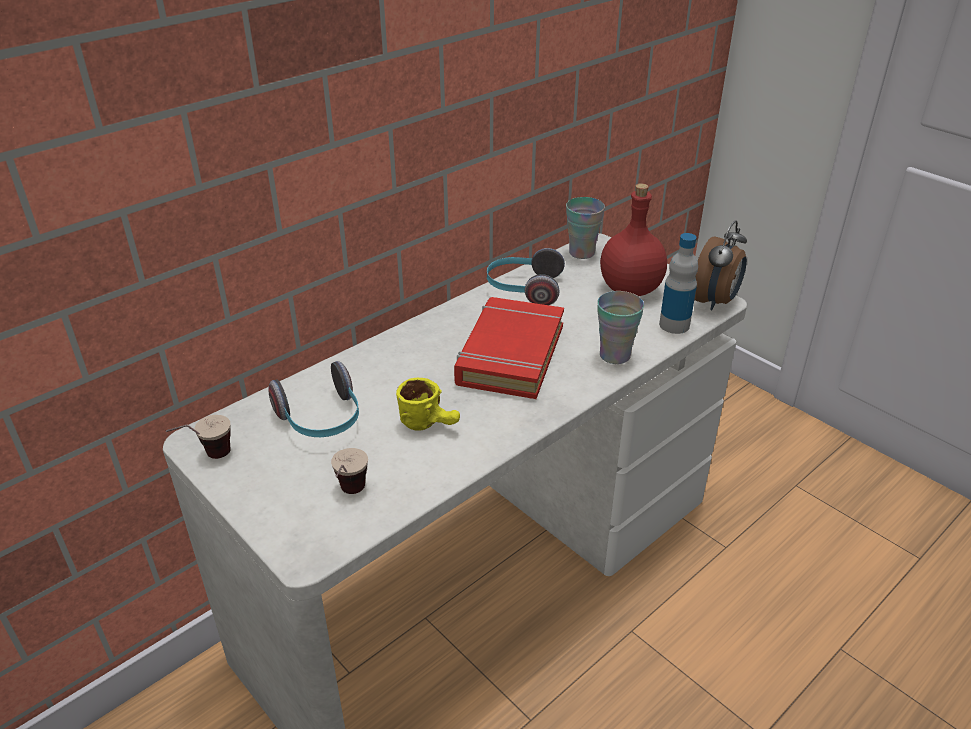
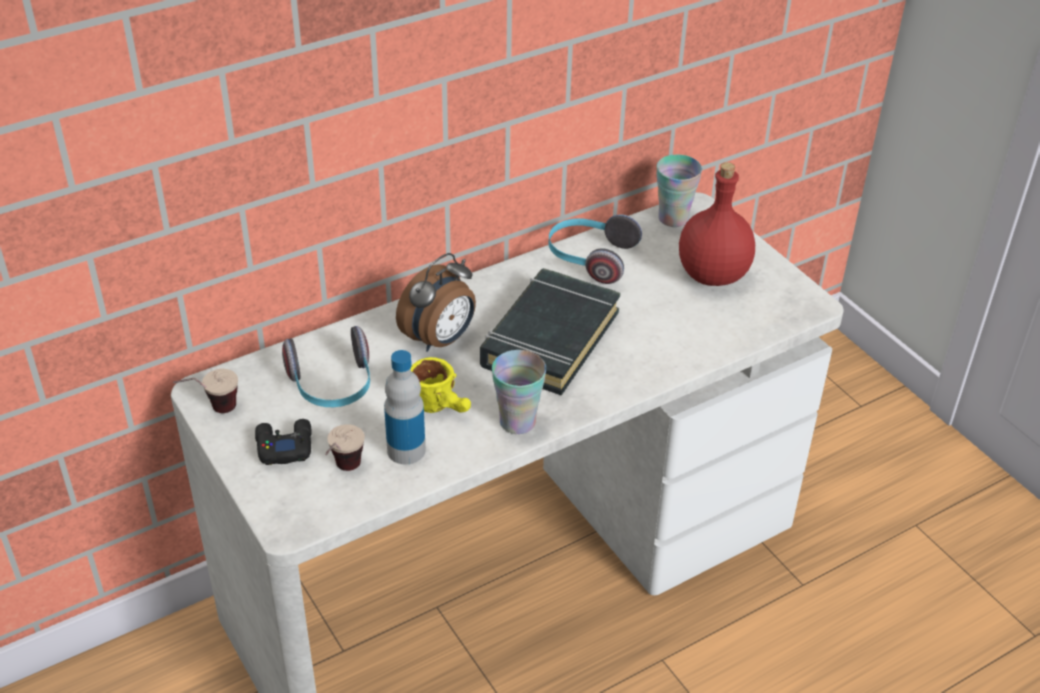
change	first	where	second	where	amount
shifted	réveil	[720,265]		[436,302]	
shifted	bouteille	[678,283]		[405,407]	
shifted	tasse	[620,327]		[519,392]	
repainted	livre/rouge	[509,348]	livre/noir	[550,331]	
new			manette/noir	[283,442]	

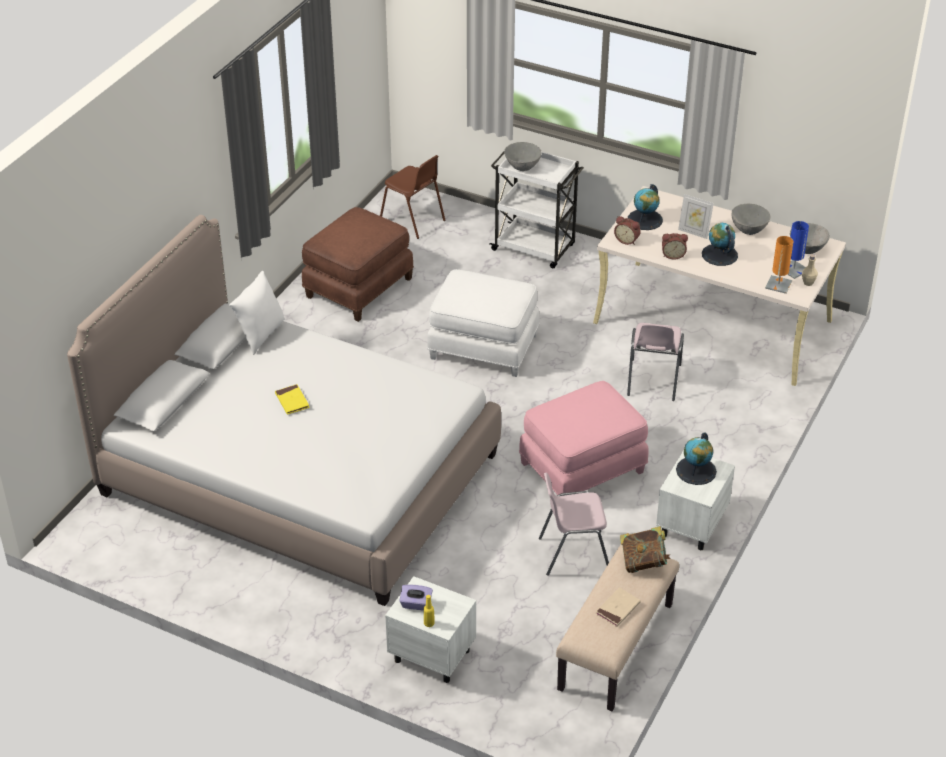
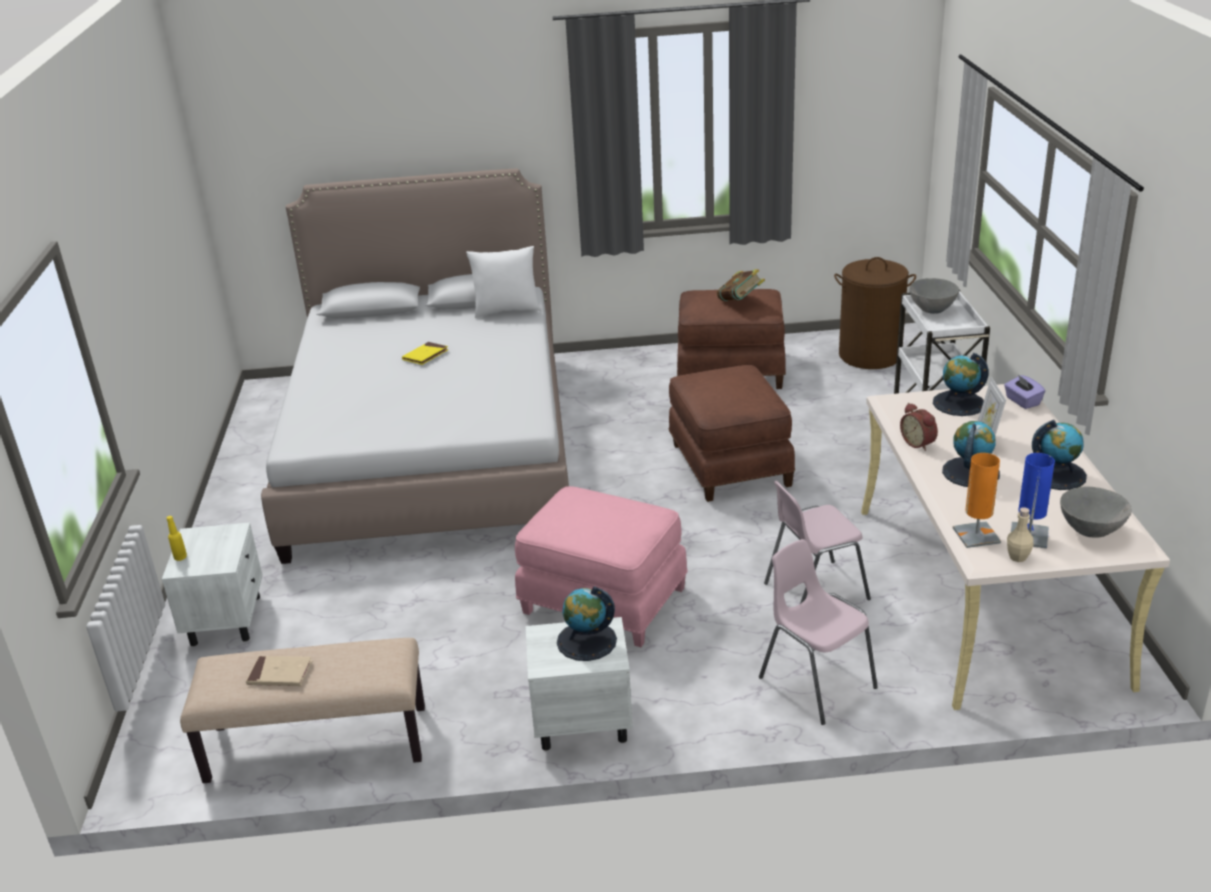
change	first	where	second	where	amount
swapped	chaise/marron	[412,197]	panier à linge/marron	[875,313]	
swapped	bol/gris	[750,219]	globe	[1059,455]	
gone	réveil	[627,230]			
repainted	pouf/blanc	[483,323]	pouf/marron	[732,433]	
shifted	chaise/rose	[574,524]		[818,632]	
shifted	livre	[645,549]		[741,285]	
shifted	boîte à mouchoirs/violet	[416,597]		[1024,392]	

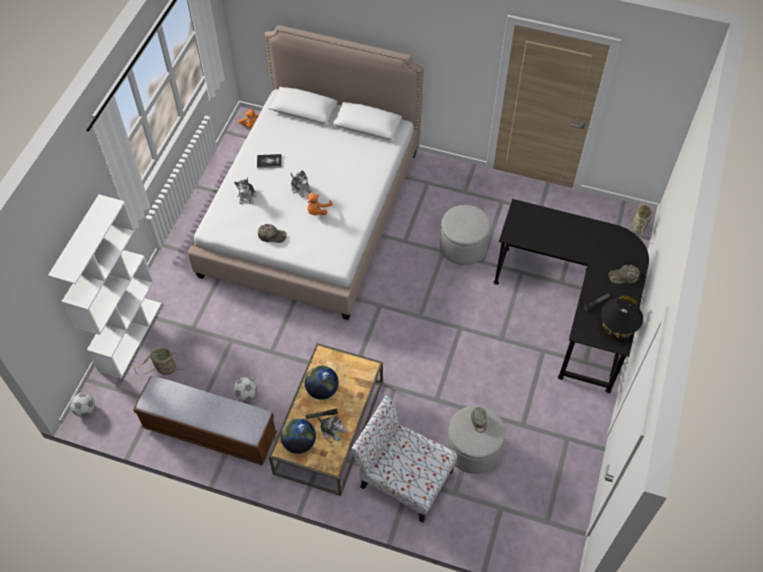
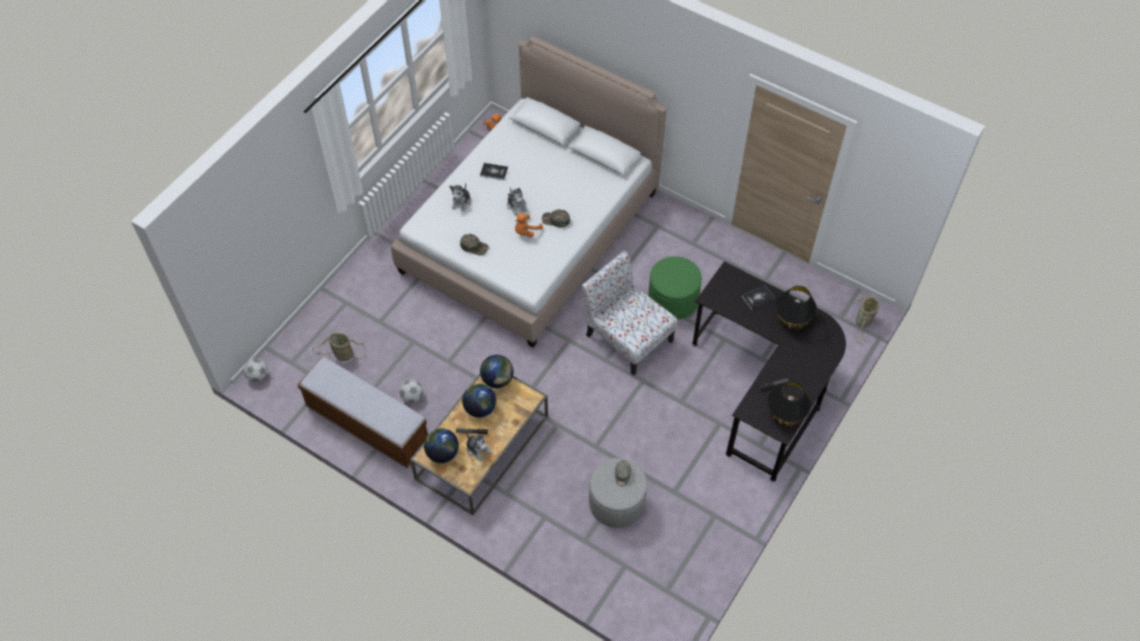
change	first	where	second	where	amount
gone	bibliothèque/blanc	[104,286]			
repainted	pouf/gris	[465,235]	pouf/vert	[675,288]	
shifted	casquette/vert	[624,274]		[556,218]	
shifted	chaise	[404,459]		[629,313]	
new			livre	[758,297]	
new			lampe de table/noir	[796,308]	
new			globe	[496,371]	

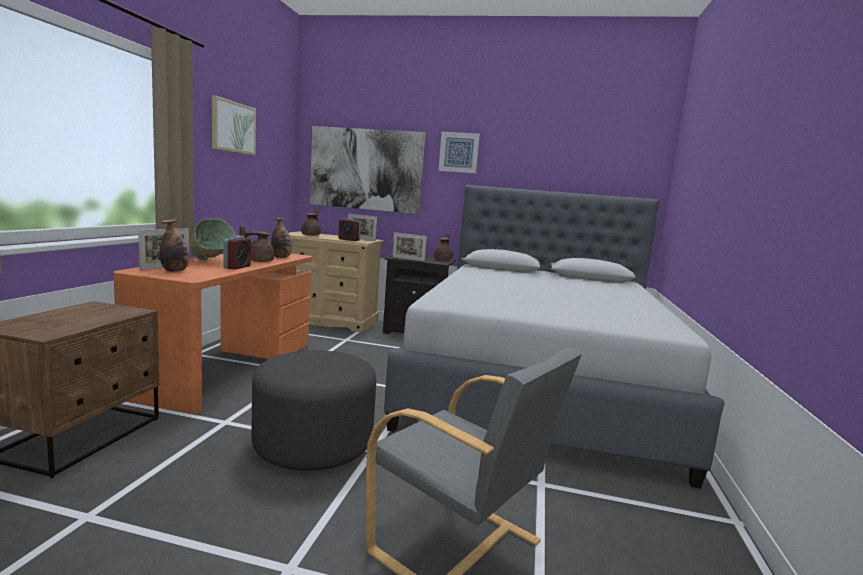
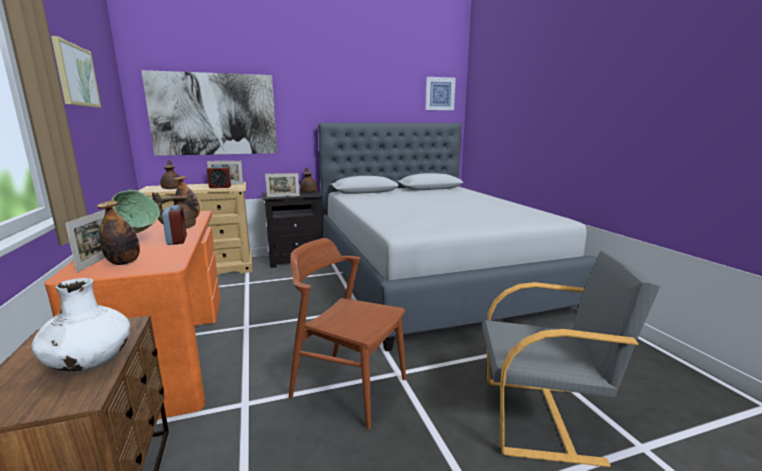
change	first	where	second	where	amount
shifted	tableau	[459,152]		[440,93]	
swapped	pouf/gris	[313,410]	chaise/marron	[347,334]	
new			vase/blanc	[80,325]	

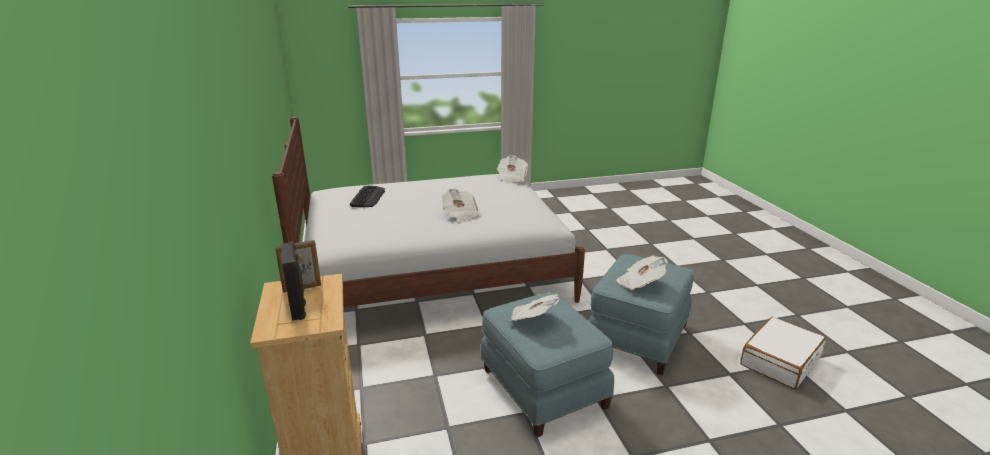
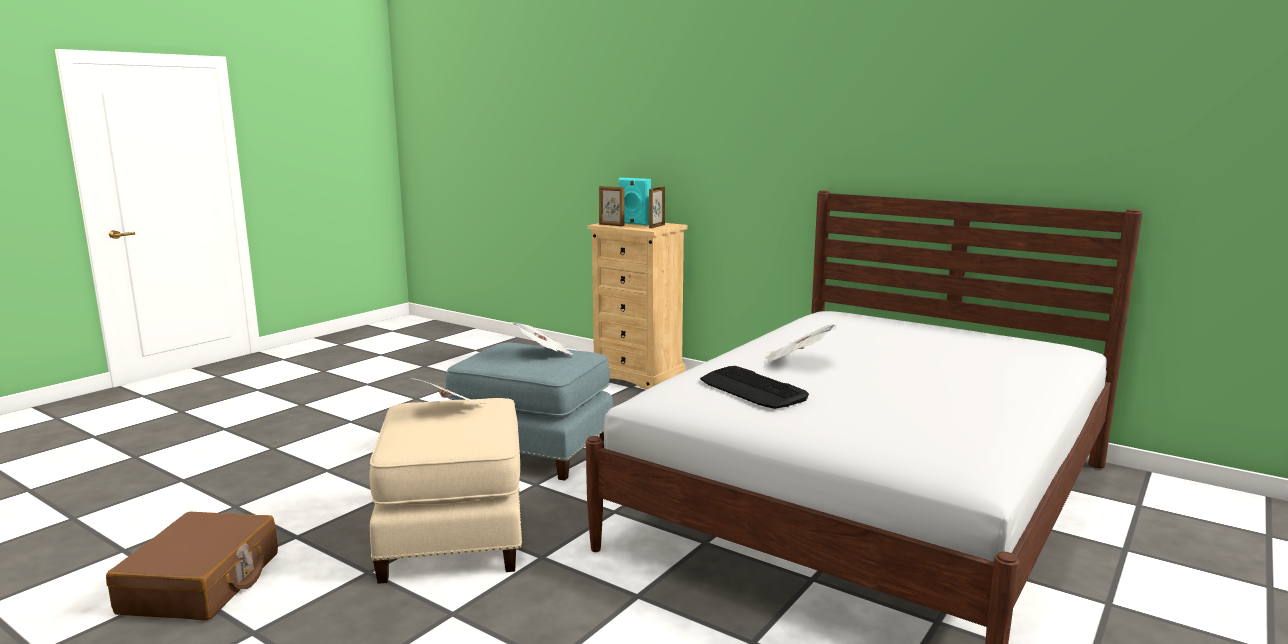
change	first	where	second	where	amount
gone	journal	[512,169]			
shifted	clavier	[367,196]		[754,387]	
repainted	enceinte/noir	[293,281]	enceinte/turquoise	[635,202]	
repainted	pouf/bleu	[641,314]	pouf/beige	[446,491]	
repainted	valise/blanc	[783,353]	valise/marron	[192,566]	
new			cadre photo	[612,206]	

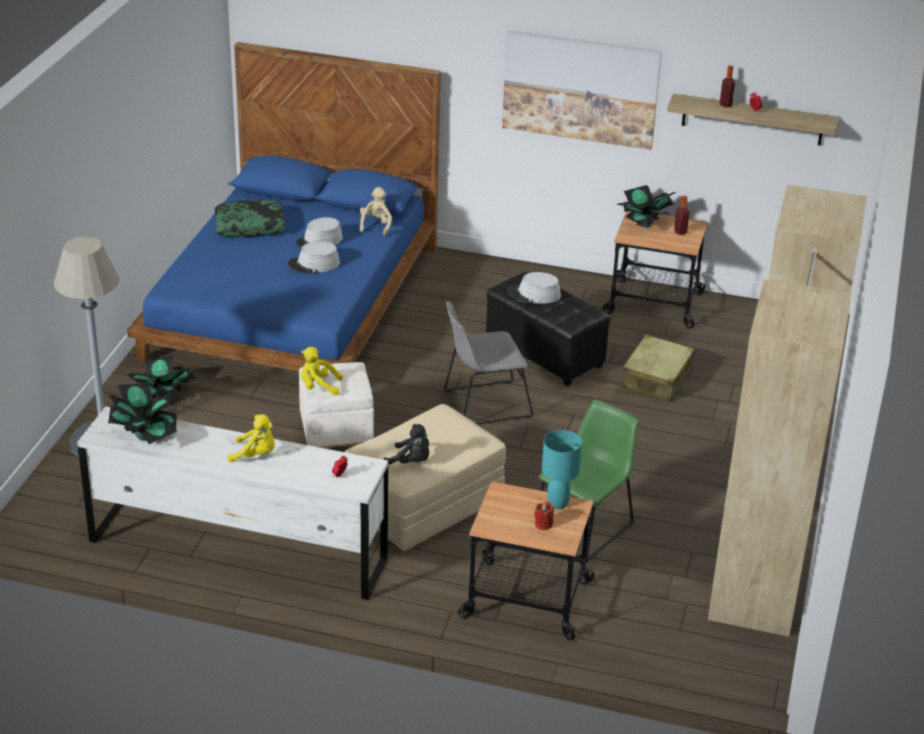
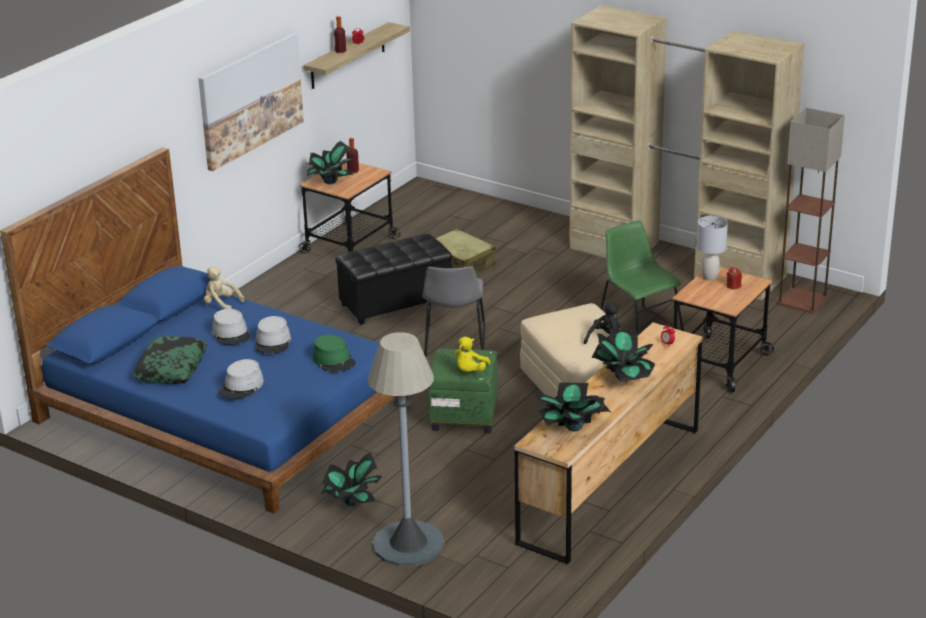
change	first	where	second	where	amount
shifted	chapeau/gris	[534,288]		[241,379]	
repainted	pouf/blanc	[336,405]	pouf/vert	[463,390]	
repainted	commode/blanc	[232,503]	commode/marron	[608,443]	
swapped	peluche/jaune	[251,438]	plante en pot	[623,355]	
repainted	lampe de table/turquoise	[562,469]	lampe de table/gris	[712,248]	
new			lampadaire	[811,211]	
new			chapeau/vert	[334,353]	

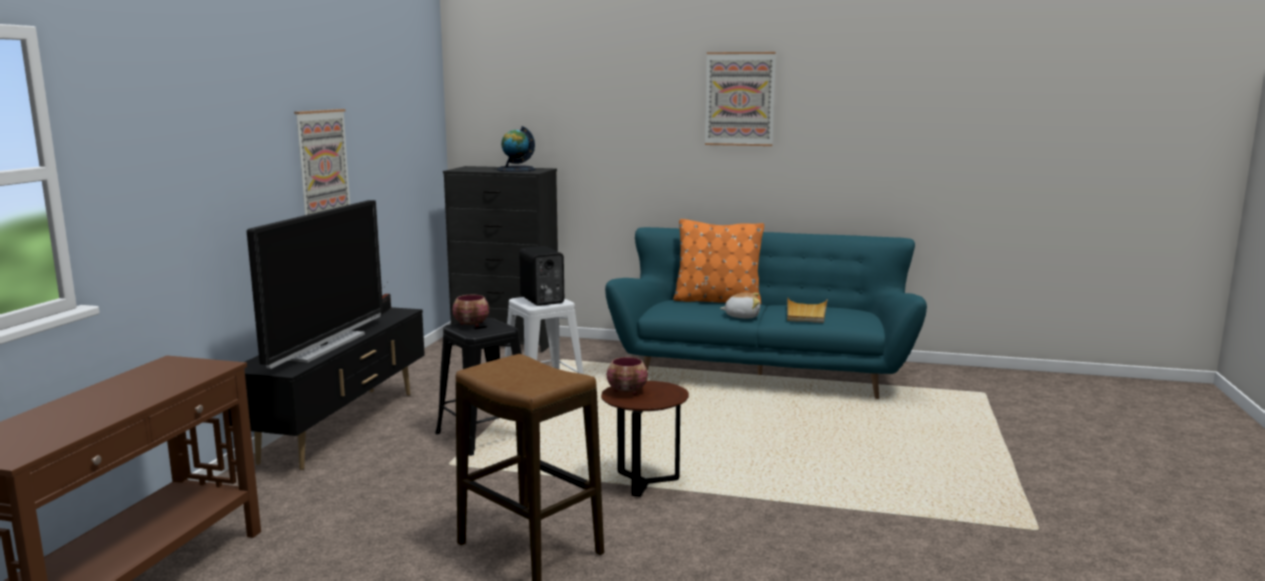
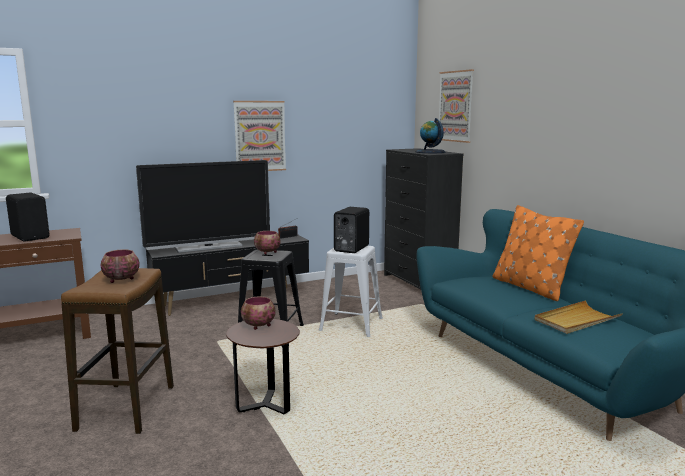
change	first	where	second	where	amount
shifted	tableau	[740,99]		[456,106]	
gone	peluche	[740,305]			
new			enceinte/noir	[28,217]	
new			bol	[120,266]	

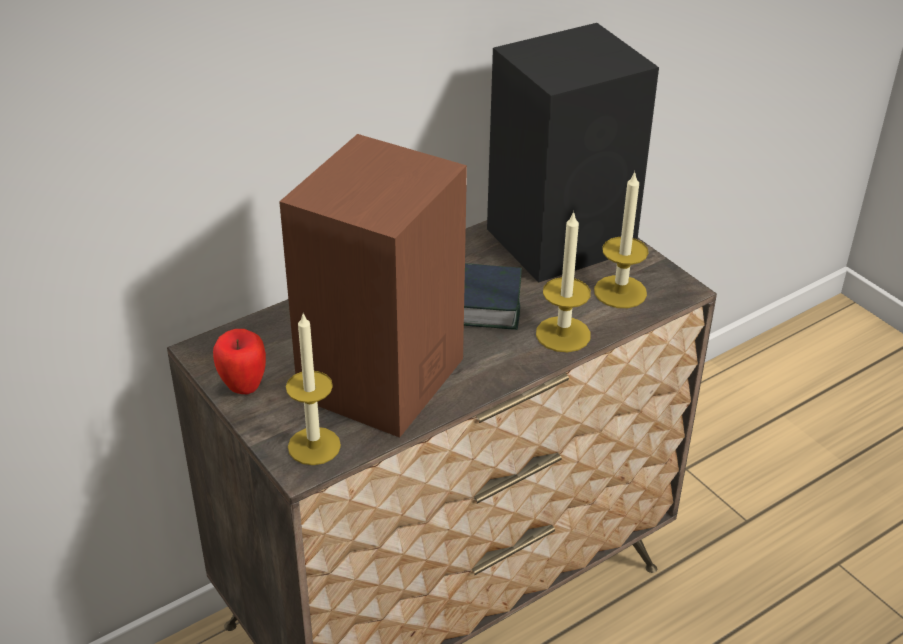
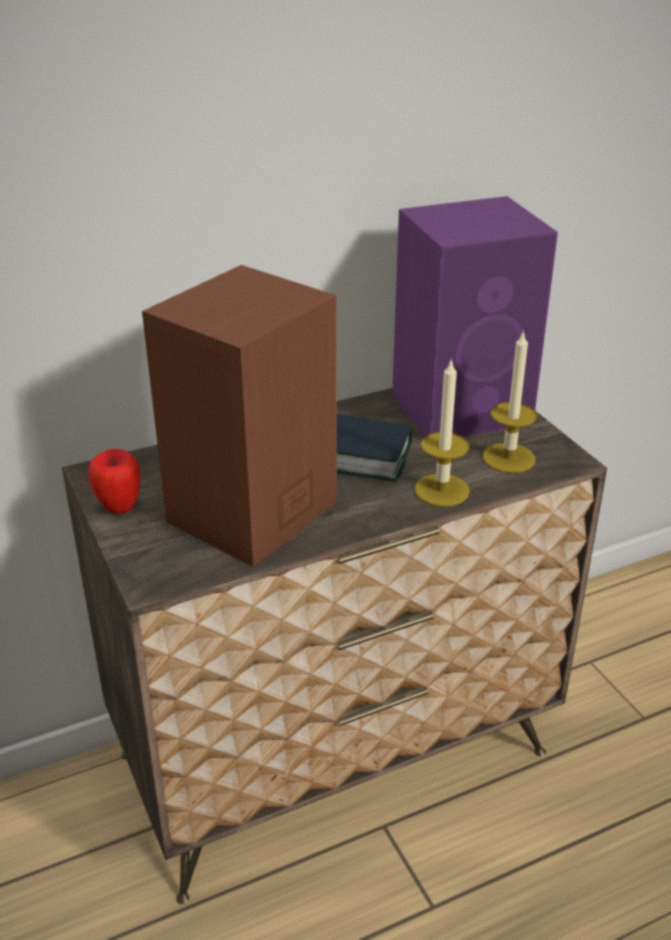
change	first	where	second	where	amount
repainted	enceinte/noir	[573,153]	enceinte/violet	[475,316]	
gone	bougie	[313,388]			

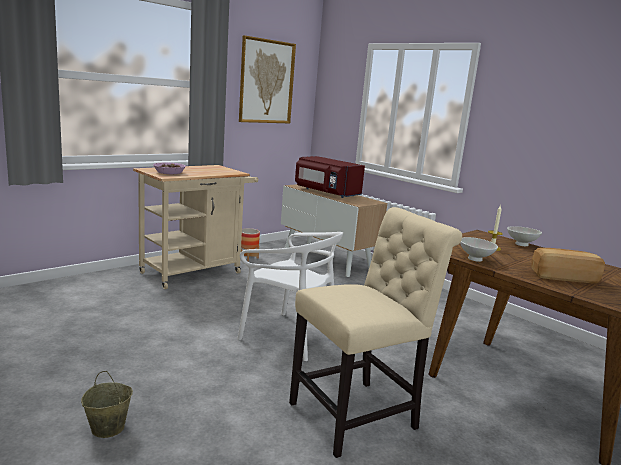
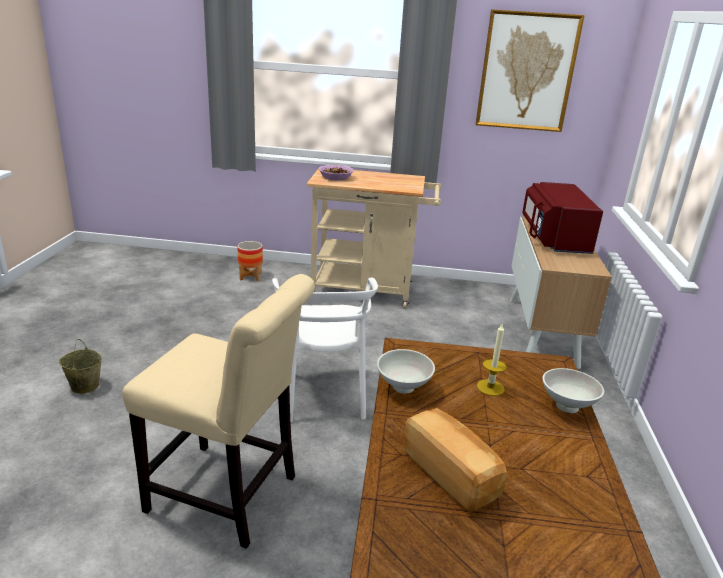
change	first	where	second	where	amount
shifted	cache-pot	[250,244]		[250,261]	

